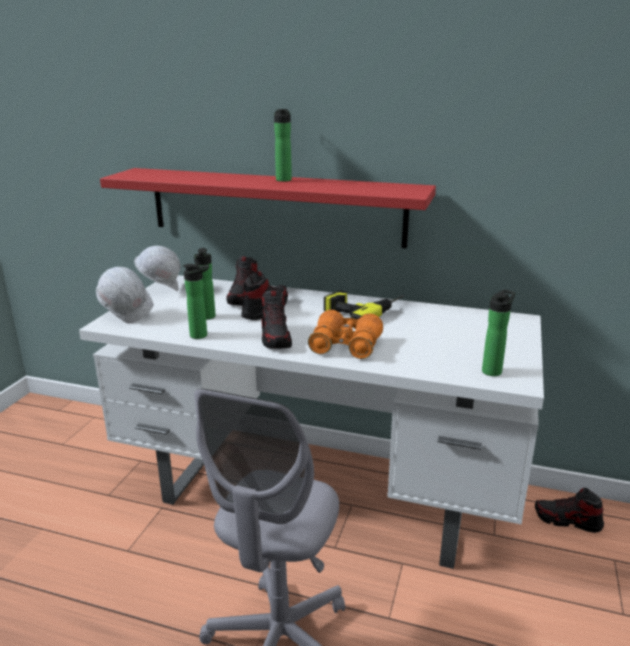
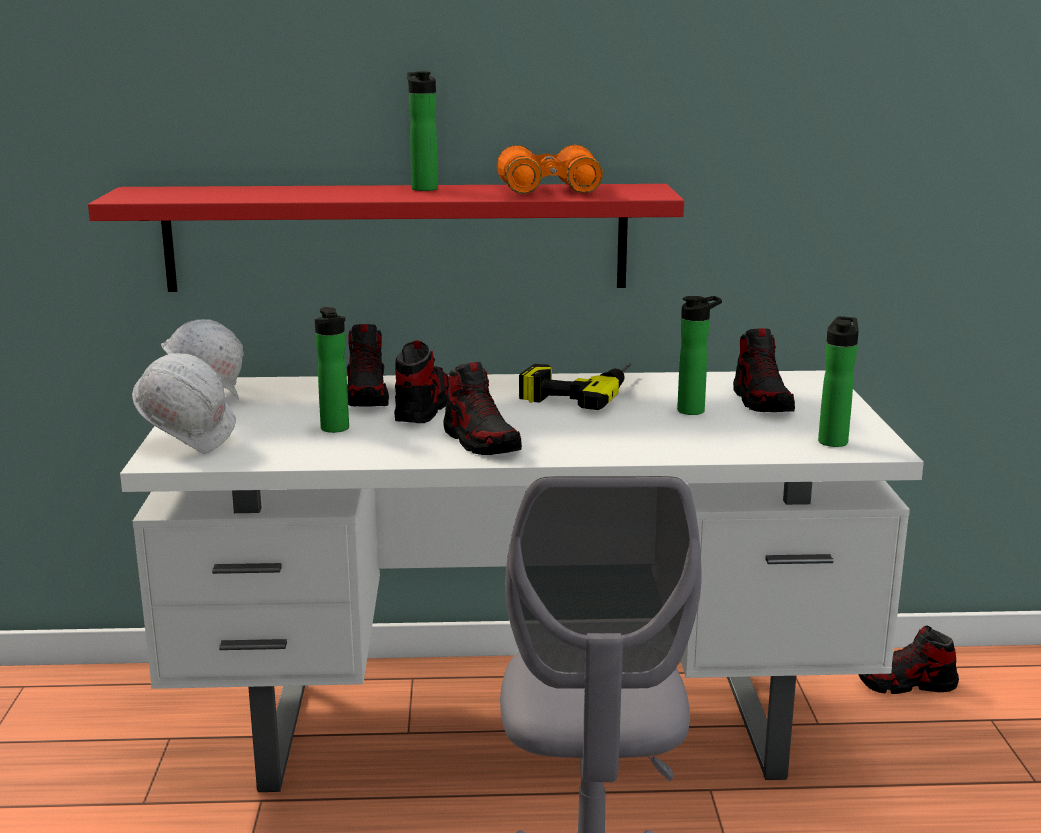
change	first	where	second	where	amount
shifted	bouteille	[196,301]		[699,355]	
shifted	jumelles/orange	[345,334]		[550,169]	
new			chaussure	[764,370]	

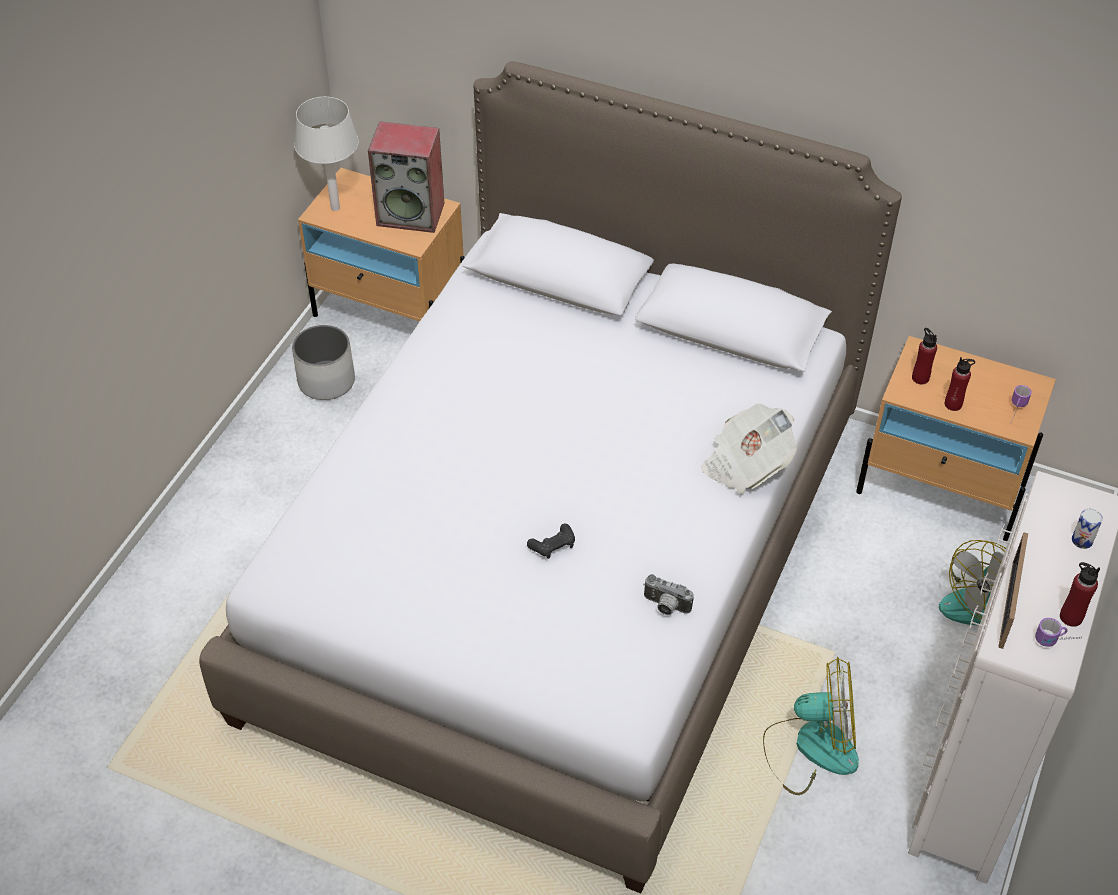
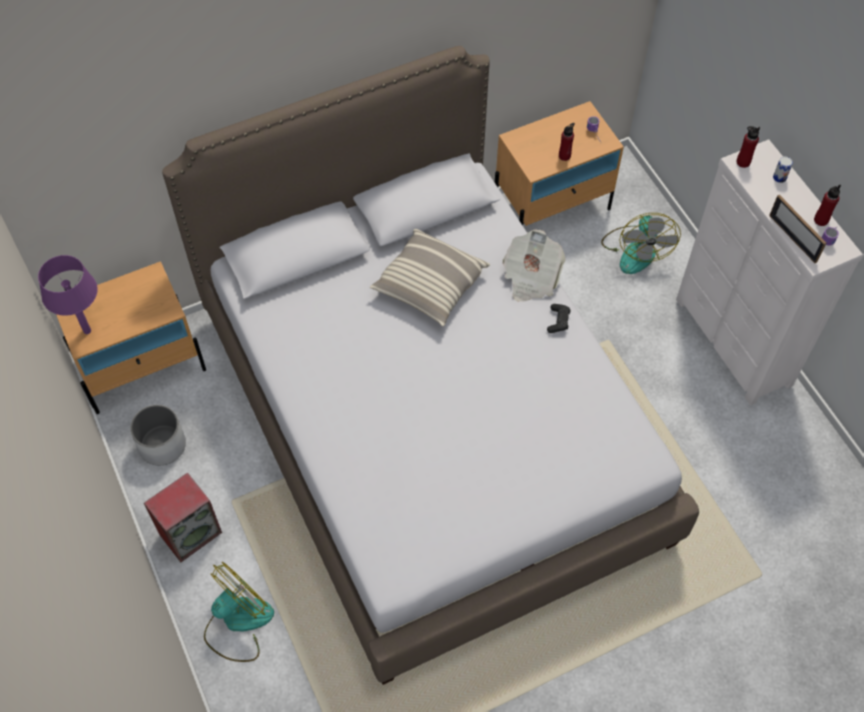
change	first	where	second	where	amount
repainted	lampe de table/blanc	[326,154]	lampe de table/violet	[68,294]	
shifted	enceinte	[406,177]		[183,517]	
shifted	bouteille/rouge	[924,356]		[748,147]	
shifted	manette/noir	[551,541]		[559,318]	
gone	appareil photo	[668,594]			
shifted	ventilateur	[811,726]		[239,612]	
new			coussin	[430,277]	

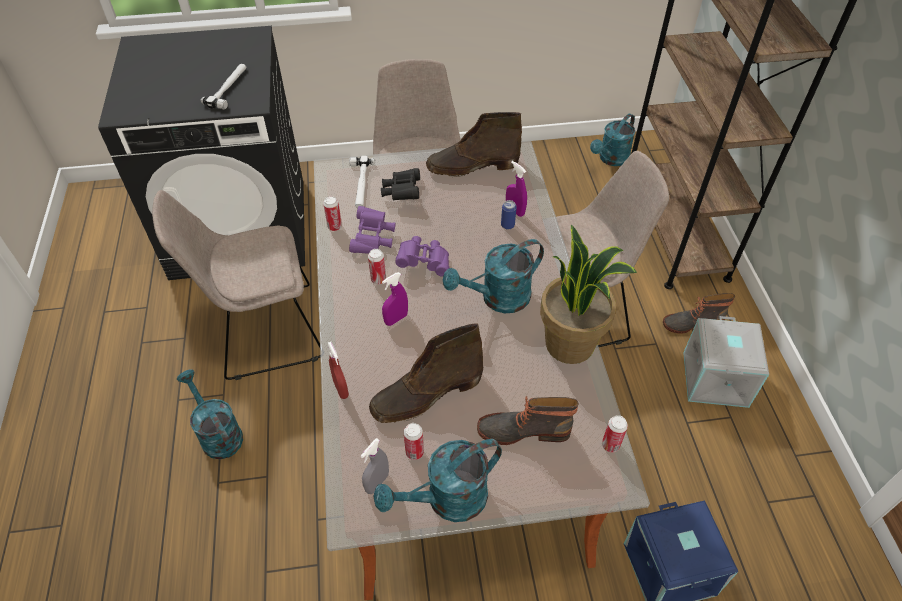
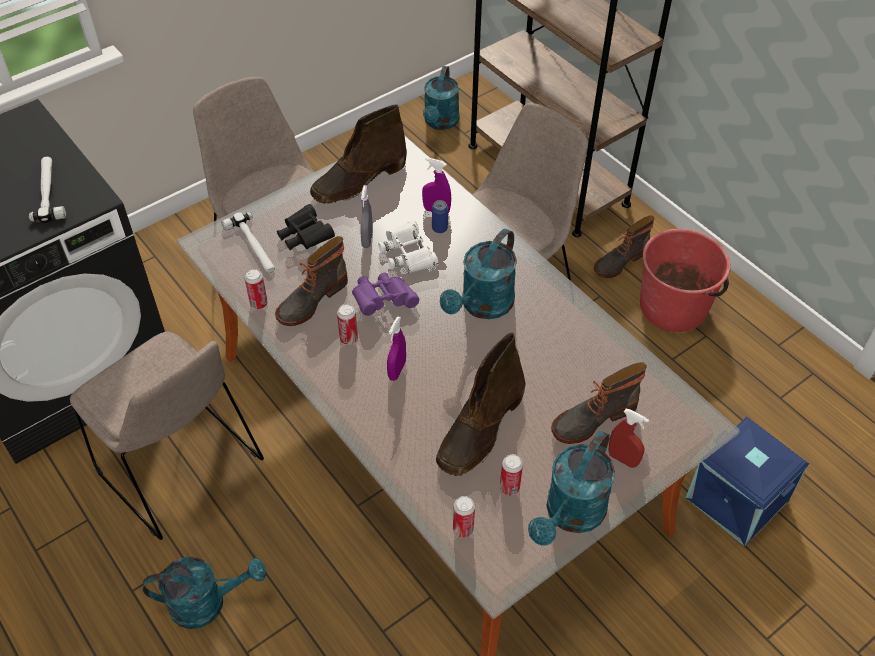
change	first	where	second	where	amount
rotated	chaise/beige	[236,285]		[167,435]	90 degrees counterclockwise
swapped	jumelles/violet	[372,230]	botte	[311,281]	
gone	plante en pot	[588,294]			
swapped	boîte de rangement/gris	[726,362]	seau/rouge	[685,280]	
shifted	vaporisateur/rouge	[338,370]		[628,438]	
rotated	arrosoir/turquoise	[210,414]		[204,593]	150 degrees clockwise
shifted	boîte métallique	[615,434]		[464,517]	
shifted	vaporisateur/gris	[375,466]		[366,216]	
new			jumelles/blanc	[408,247]	

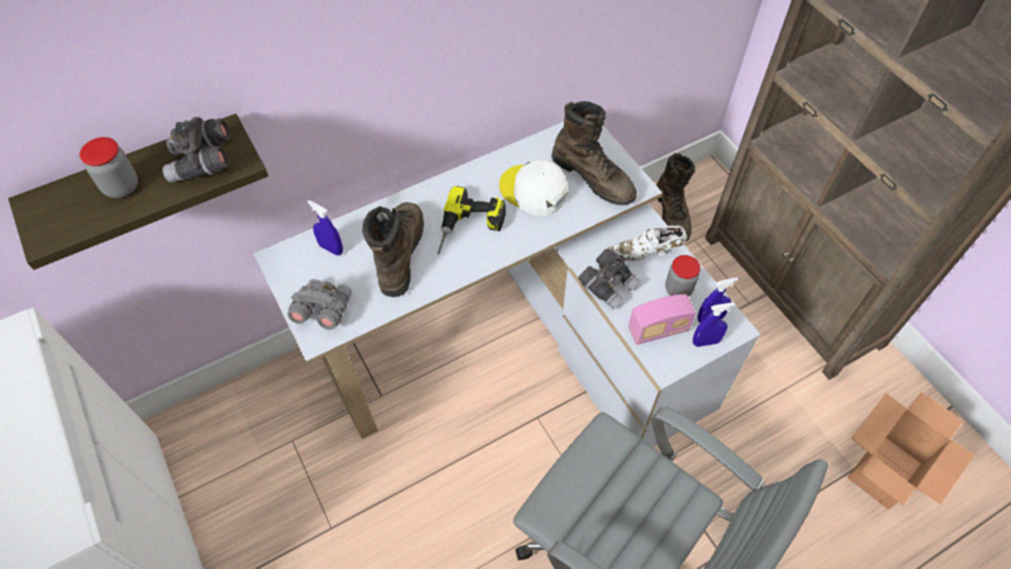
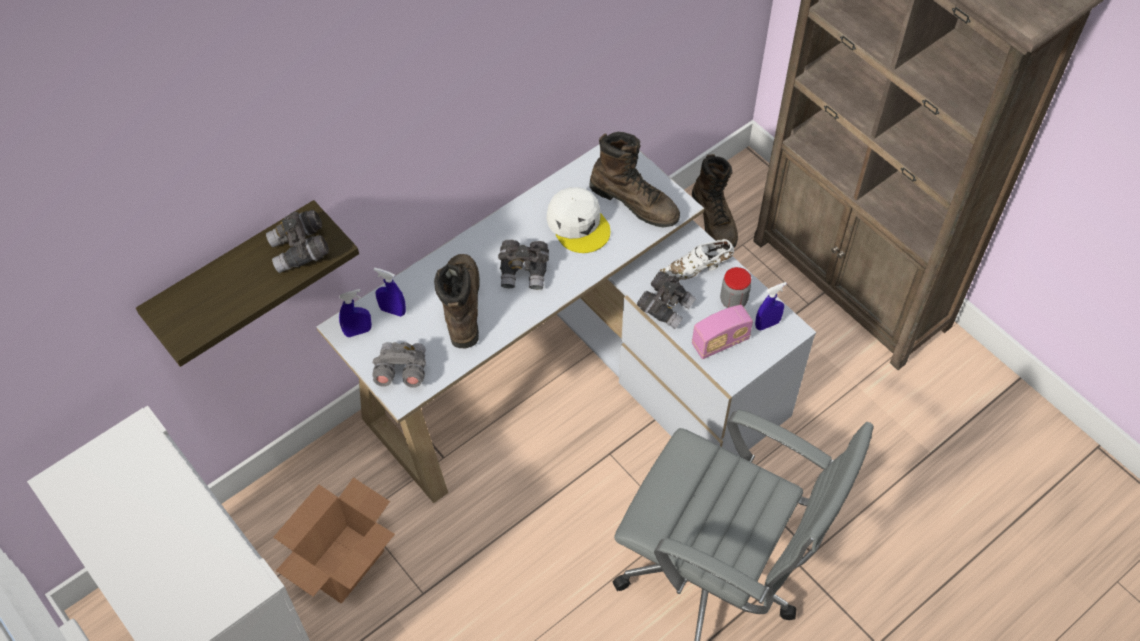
change	first	where	second	where	amount
gone	bocal	[109,167]			
rotated	casquette/blanc	[533,188]		[578,220]	150 degrees counterclockwise
swapped	perceuse	[471,220]	jumelles/gris	[523,265]	
shifted	vaporisateur/bleu	[714,324]		[355,313]	
shifted	carton	[911,450]		[334,540]	

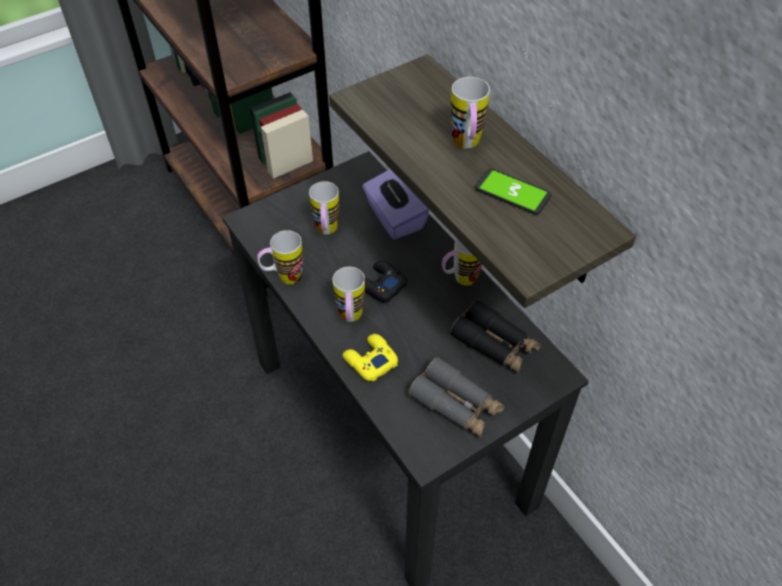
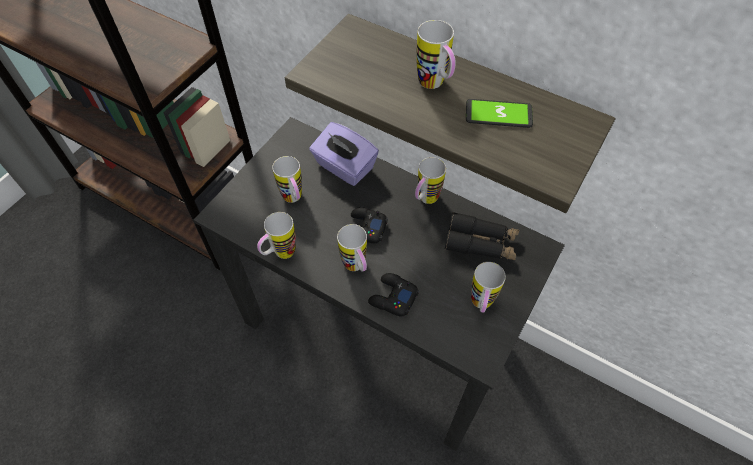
change	first	where	second	where	amount
repainted	manette/jaune	[370,358]	manette/noir	[393,295]	
swapped	jumelles/gris	[456,397]	mug	[488,287]	

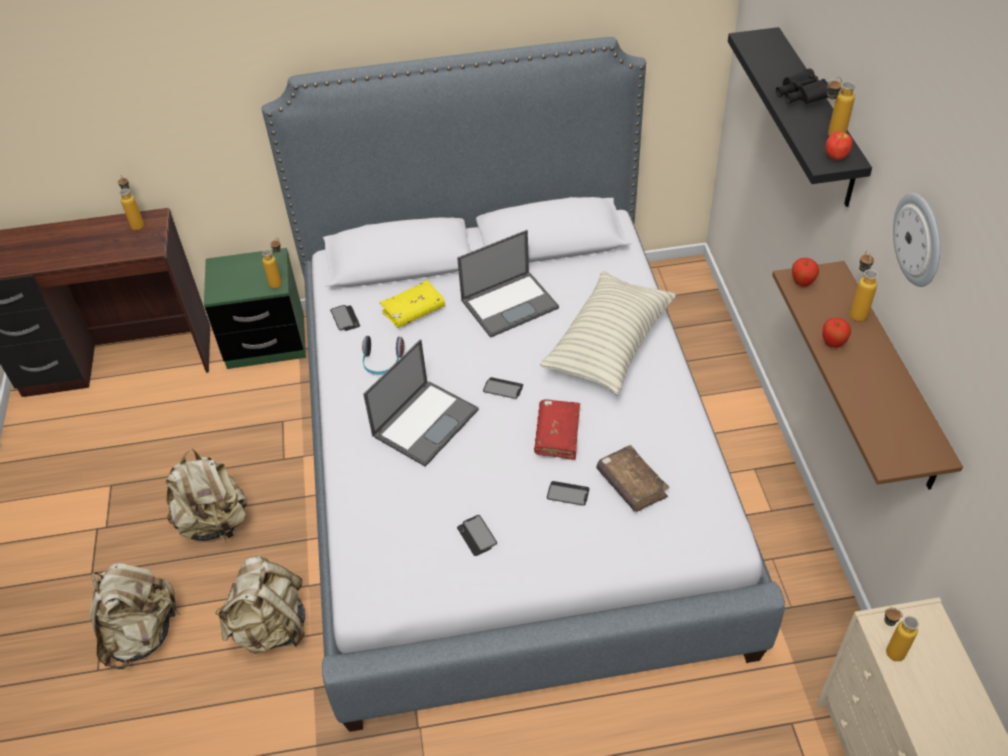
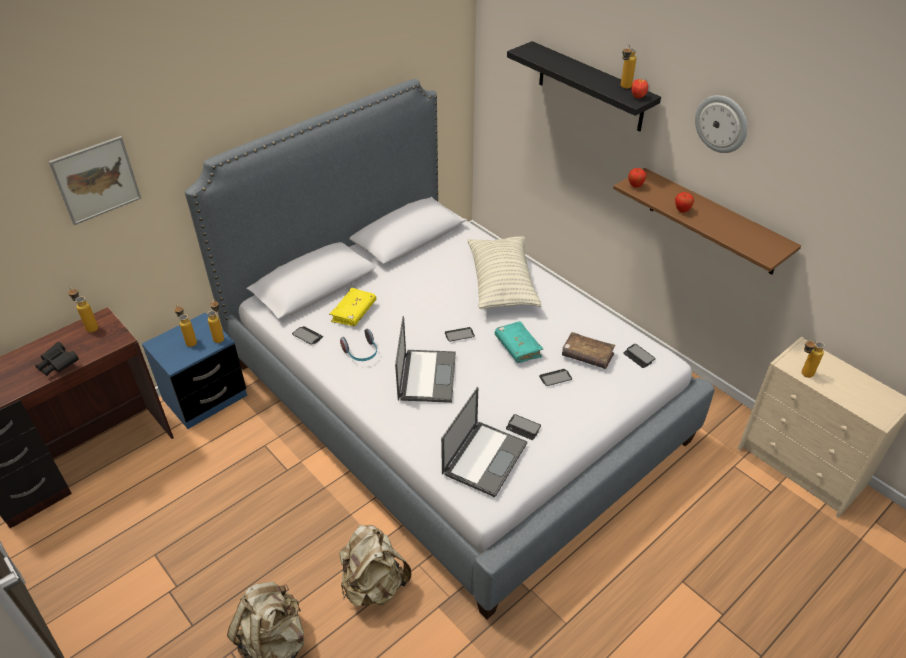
change	first	where	second	where	amount
shifted	jumelles/noir	[802,86]		[57,359]	
shifted	ordinateur portable	[508,284]		[484,442]	
repainted	table de chevet/vert	[255,308]	table de chevet/bleu	[194,371]	
shifted	bouteille	[864,286]		[186,326]	
repainted	livre/rouge	[557,429]	livre/turquoise	[519,342]	
gone	sac à dos/beige	[206,495]			
new			tableau	[94,180]	
new			téléphone	[639,356]	

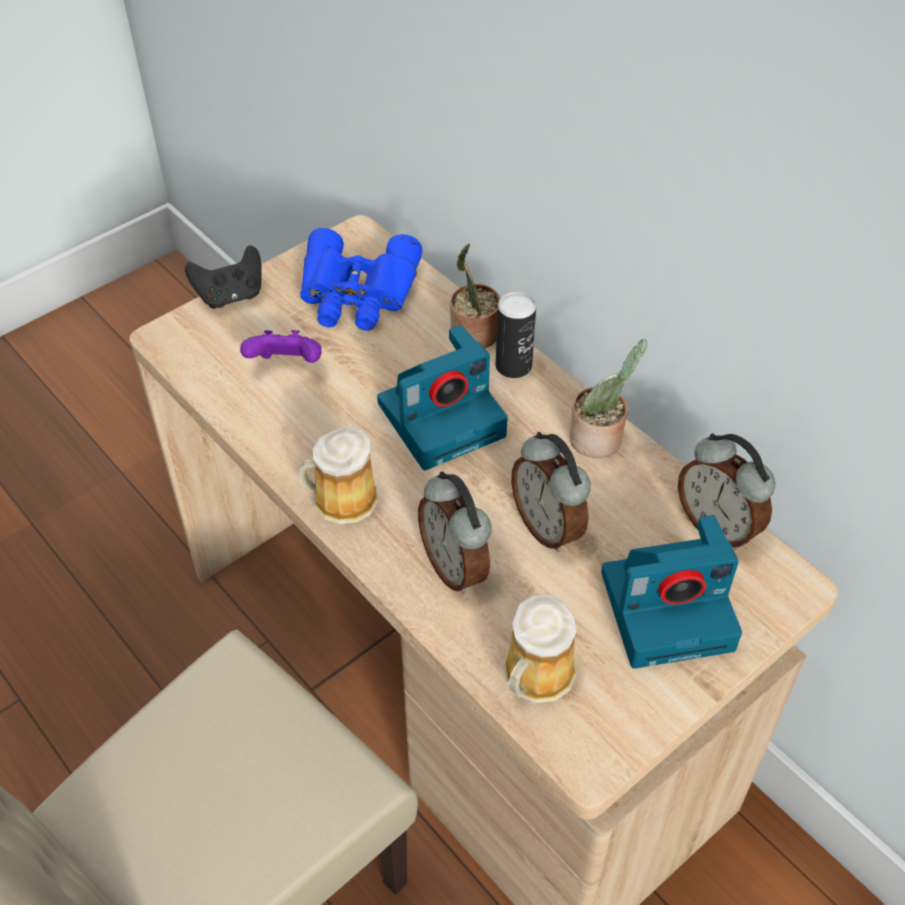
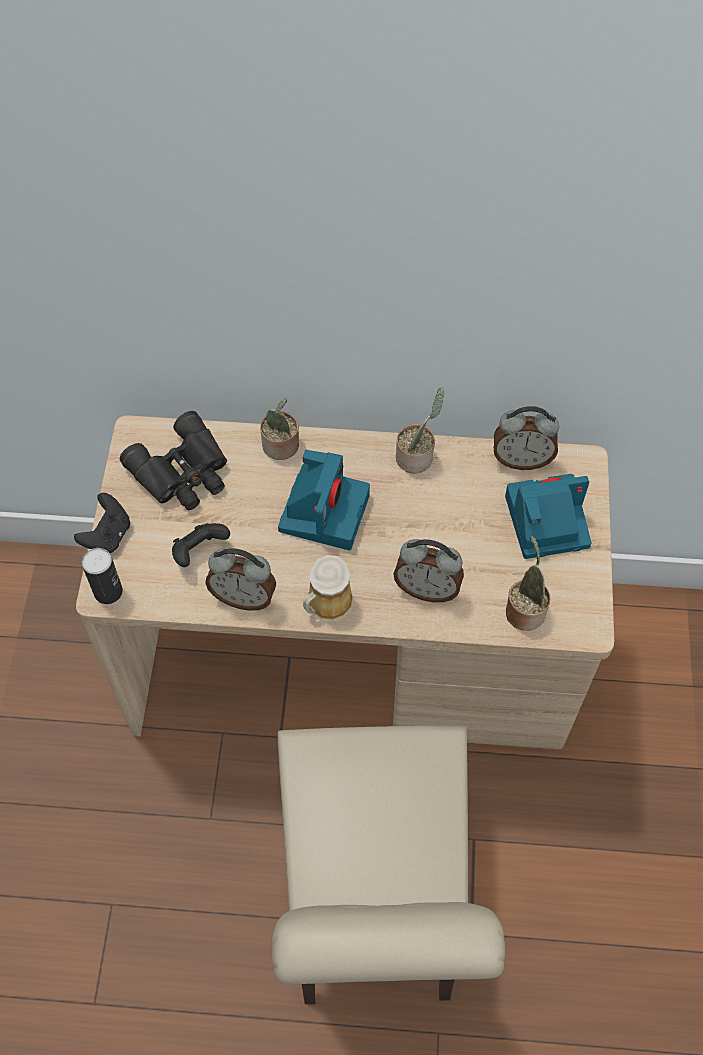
change	first	where	second	where	amount
repainted	jumelles/bleu	[361,279]	jumelles/noir	[173,461]	
shifted	boîte métallique	[516,335]		[102,576]	
repainted	manette/violet	[281,346]	manette/noir	[201,545]	
shifted	réveil	[551,492]		[240,579]	
rotated	appareil photo	[671,592]		[548,516]	135 degrees counterclockwise
swapped	mug	[540,648]	plante en pot	[528,583]	

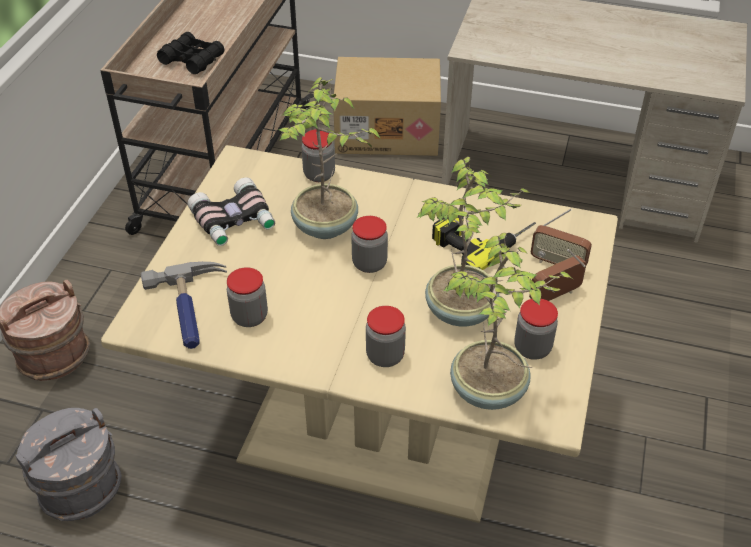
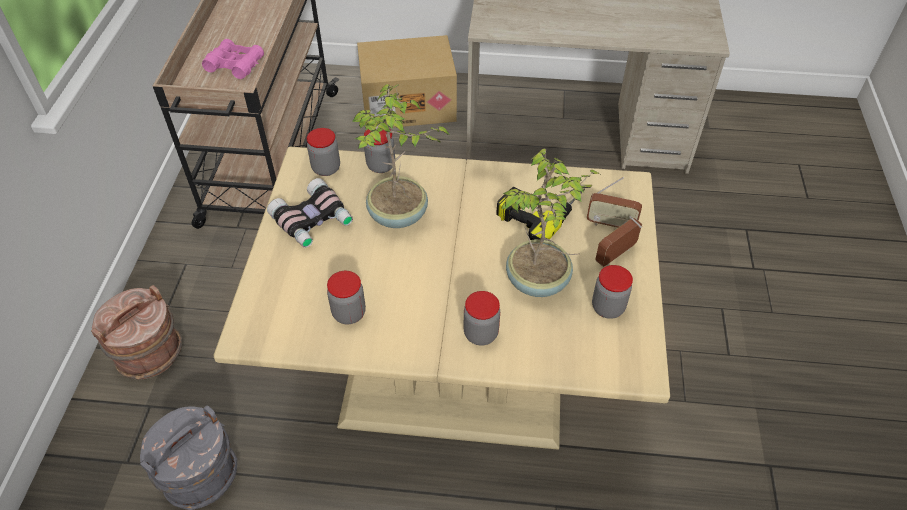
change	first	where	second	where	amount
repainted	jumelles/noir	[190,53]	jumelles/rose	[233,59]	
shifted	bocal	[369,244]		[323,152]	
gone	plante en pot	[509,321]			
gone	marteau	[184,305]			

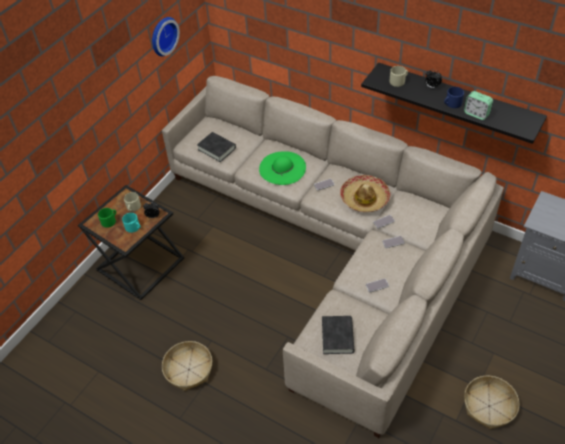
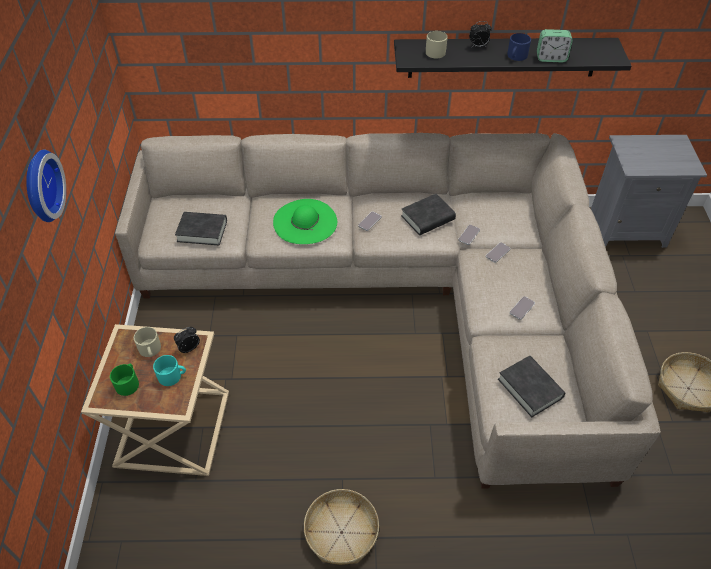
change	first	where	second	where	amount
shifted	horloge murale	[166,36]		[46,185]	
swapped	chapeau	[365,193]	livre/noir	[428,214]	
repainted	table d'appoint/noir	[131,242]	table d'appoint/beige	[155,400]	

